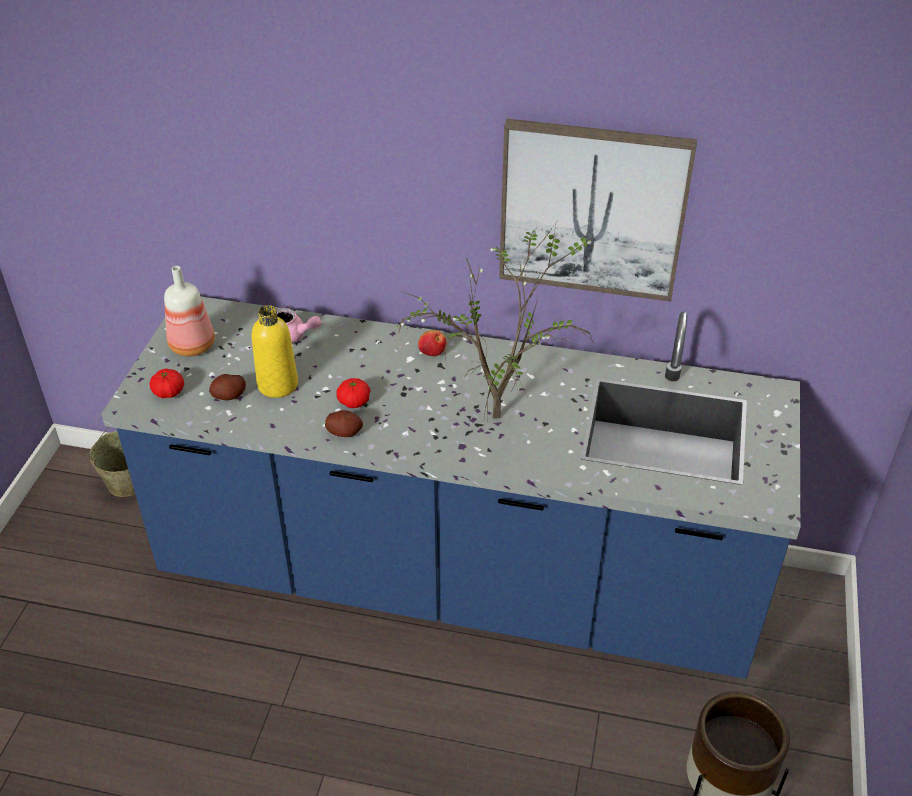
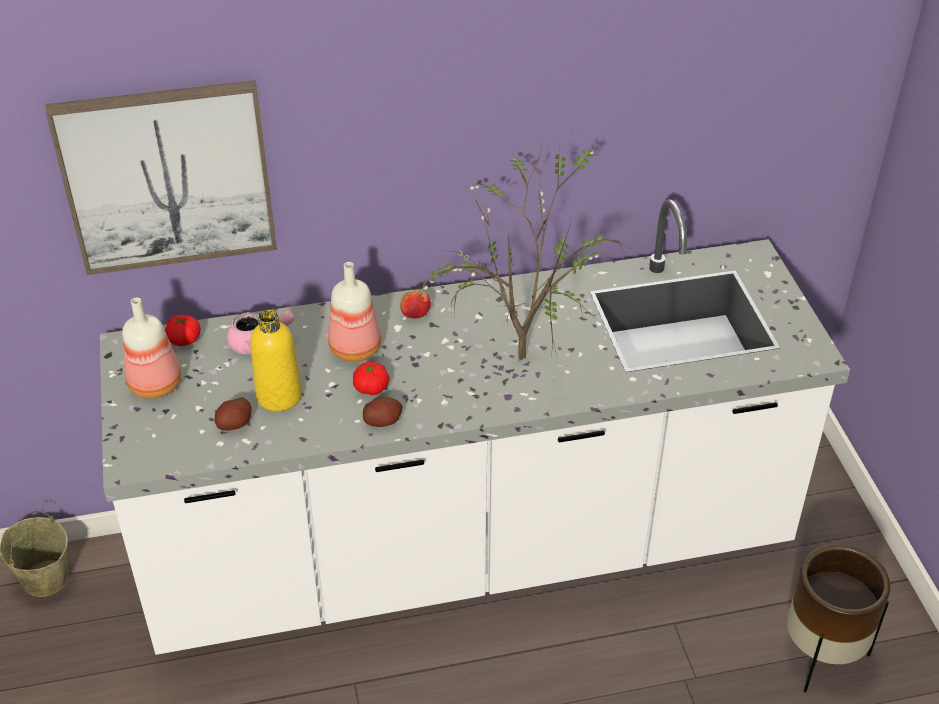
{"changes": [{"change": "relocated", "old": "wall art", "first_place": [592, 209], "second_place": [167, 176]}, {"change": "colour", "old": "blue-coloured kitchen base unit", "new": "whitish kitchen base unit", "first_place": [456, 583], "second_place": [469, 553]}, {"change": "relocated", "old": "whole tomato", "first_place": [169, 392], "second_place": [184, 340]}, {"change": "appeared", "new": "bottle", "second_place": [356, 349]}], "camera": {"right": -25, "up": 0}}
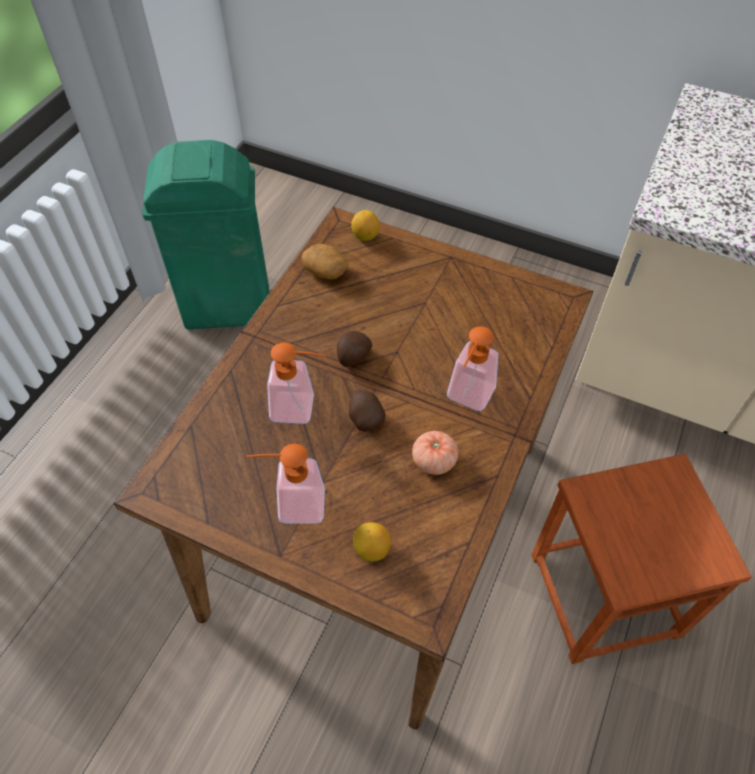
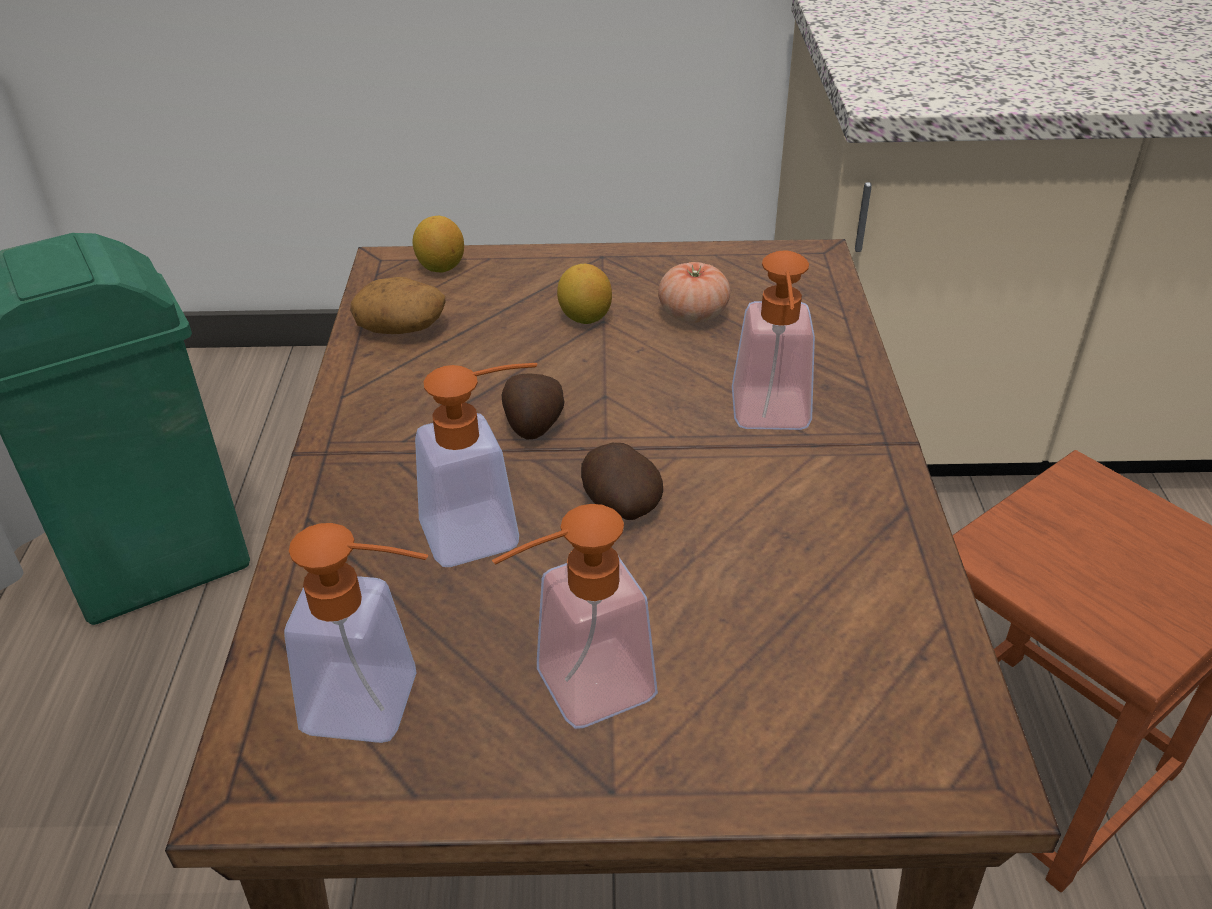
{"changes": [{"change": "appeared", "new": "soap bottle", "second_place": [382, 705]}, {"change": "relocated", "old": "citrus fruit", "first_place": [372, 549], "second_place": [585, 318]}, {"change": "relocated", "old": "whole tomato", "first_place": [434, 460], "second_place": [693, 314]}], "camera": {"right": -25, "up": -15}}
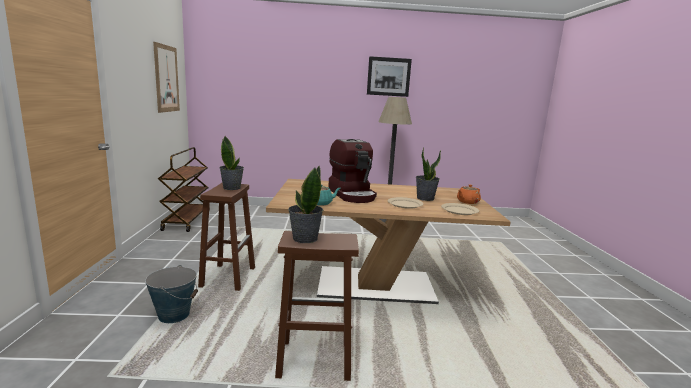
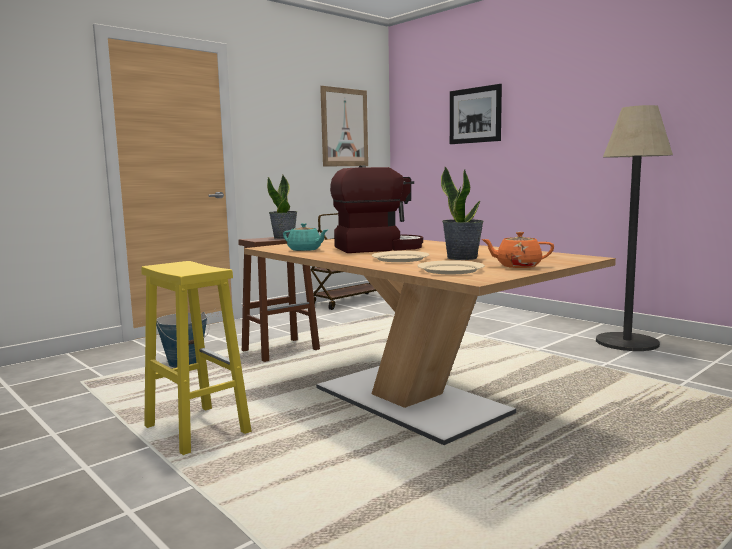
{"changes": [{"change": "colour", "old": "brown-coloured sitting stool", "new": "yellowish sitting stool", "first_place": [313, 360], "second_place": [195, 429]}, {"change": "spun", "old": "coffee machine", "first_place": [352, 194], "second_place": [377, 248], "degrees": -135}, {"change": "relocated", "old": "wall art", "first_place": [388, 76], "second_place": [475, 115]}, {"change": "missing", "old": "potted plant", "first_place": [304, 238]}], "camera": {"right": 50, "up": -5}}
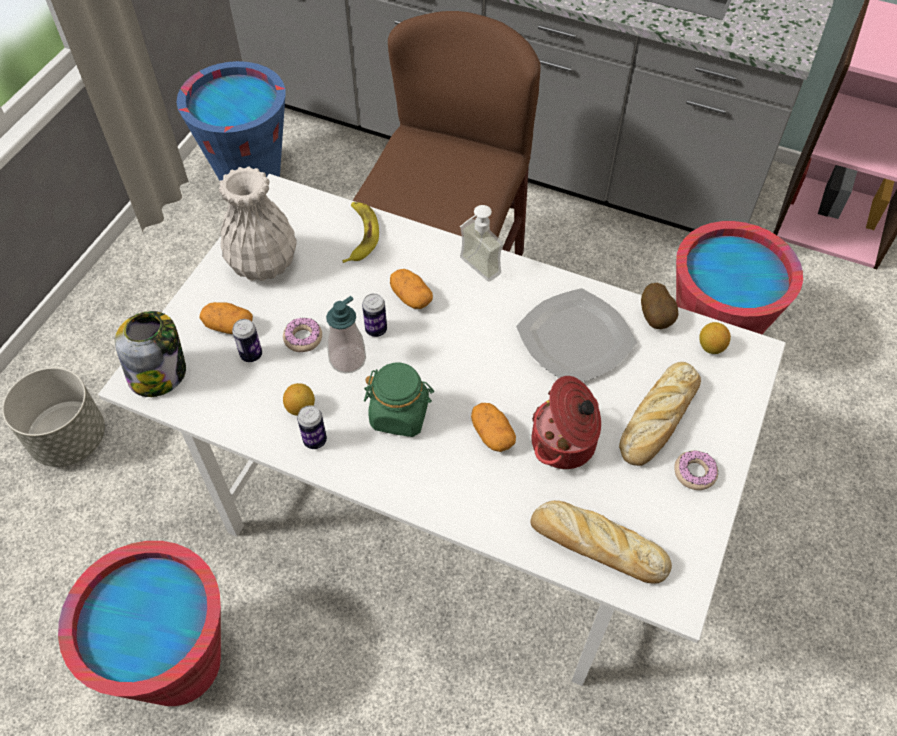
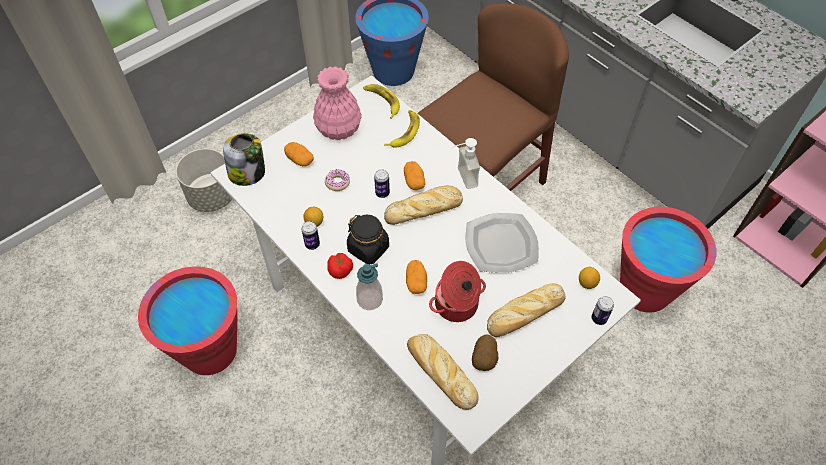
{"changes": [{"change": "colour", "old": "whitish decorative vase", "new": "pink-coloured decorative vase", "first_place": [263, 262], "second_place": [339, 128]}, {"change": "appeared", "new": "whole tomato", "second_place": [341, 271]}, {"change": "colour", "old": "greenish storage jar", "new": "black storage jar", "first_place": [400, 414], "second_place": [368, 248]}, {"change": "relocated", "old": "soap bottle", "first_place": [347, 359], "second_place": [370, 299]}, {"change": "appeared", "new": "banana", "second_place": [382, 101]}, {"change": "appeared", "new": "bread", "second_place": [425, 209]}, {"change": "relocated", "old": "potato", "first_place": [656, 318], "second_place": [484, 360]}, {"change": "relocated", "old": "metal can", "first_place": [251, 355], "second_place": [599, 318]}, {"change": "missing", "old": "donut", "first_place": [694, 473]}], "camera": {"right": 25, "up": 0}}
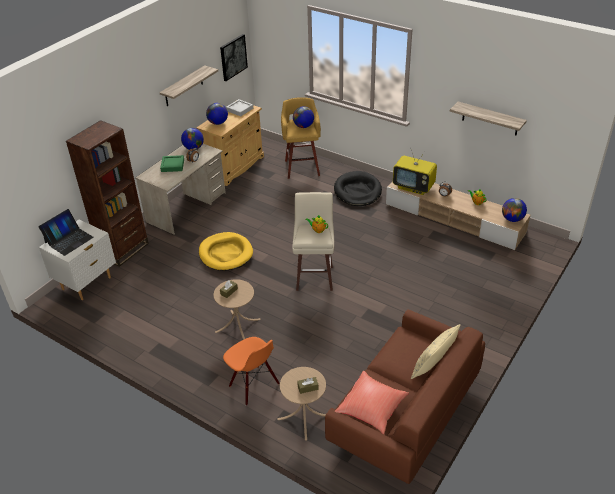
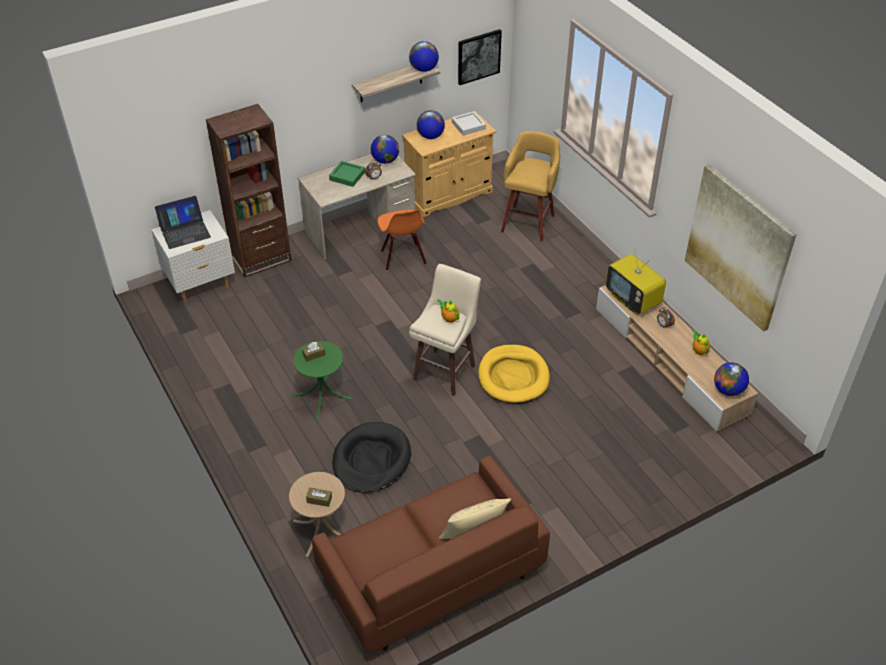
{"changes": [{"change": "colour", "old": "beige-coloured accent table", "new": "greenish accent table", "first_place": [238, 325], "second_place": [322, 396]}, {"change": "relocated", "old": "black pet bed", "first_place": [357, 191], "second_place": [371, 460]}, {"change": "relocated", "old": "orangey plain chair", "first_place": [253, 385], "second_place": [402, 257]}, {"change": "relocated", "old": "globe", "first_place": [303, 126], "second_place": [424, 69]}, {"change": "relocated", "old": "yellowish pet bed", "first_place": [226, 253], "second_place": [513, 376]}, {"change": "exchanged", "old": "wall shelf", "new": "wall art", "first_place": [490, 119], "second_place": [738, 247]}, {"change": "missing", "old": "red pillow", "first_place": [372, 409]}], "camera": {"right": 25, "up": 5}}
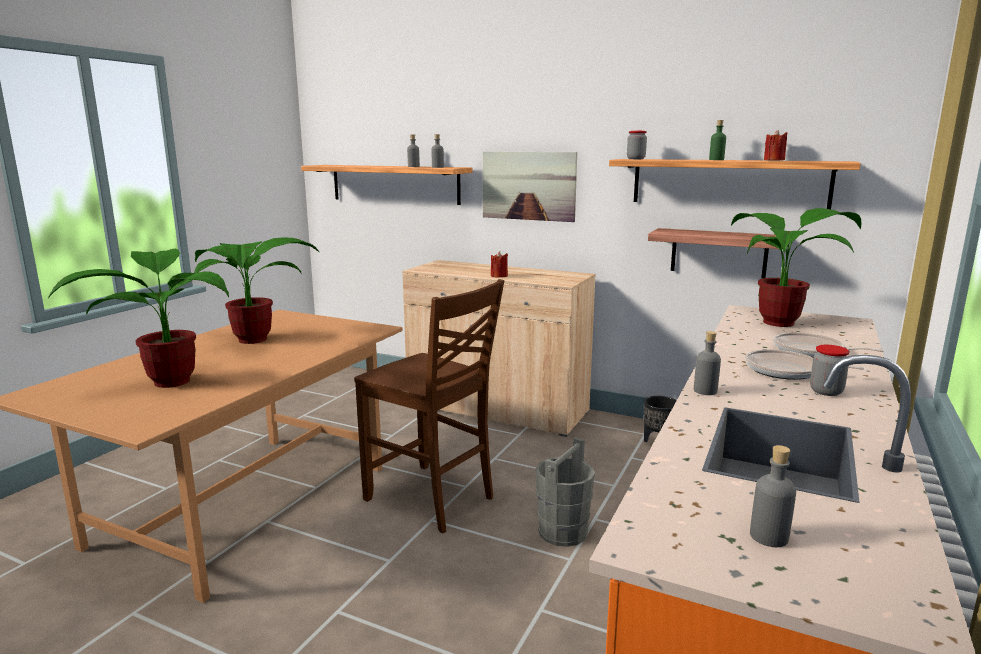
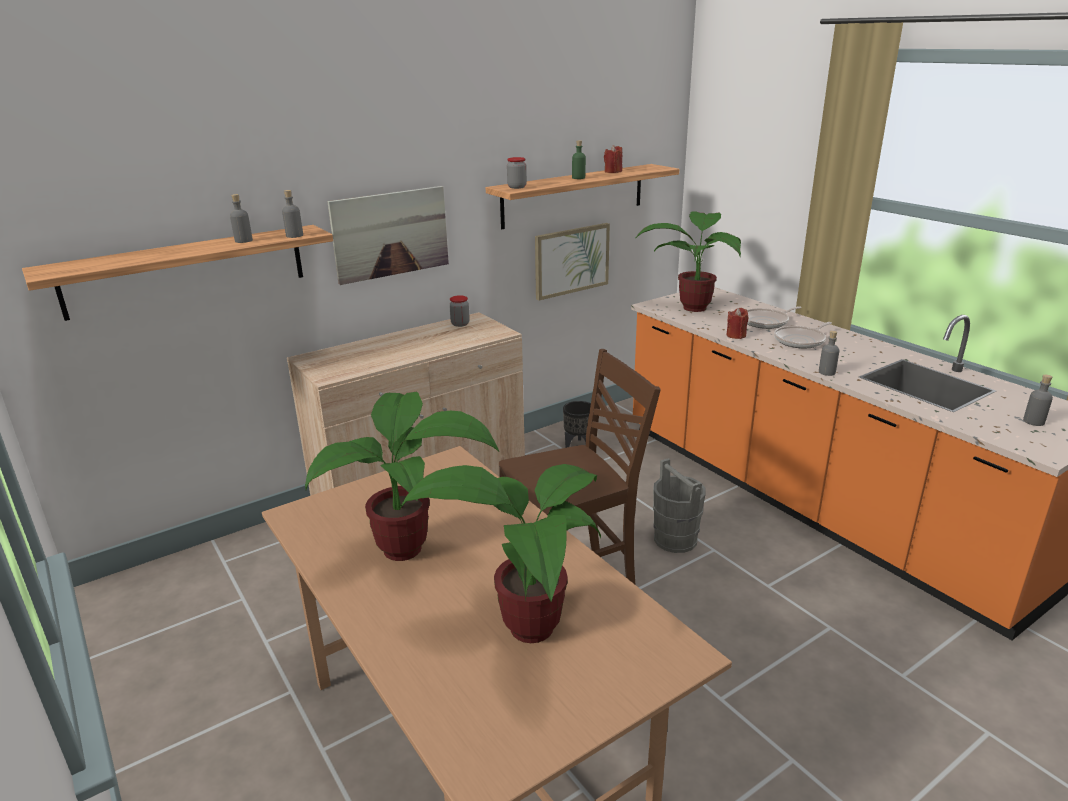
{"changes": [{"change": "relocated", "old": "storage jar", "first_place": [826, 391], "second_place": [460, 324]}, {"change": "exchanged", "old": "wall shelf", "new": "wall art", "first_place": [718, 253], "second_place": [571, 260]}, {"change": "relocated", "old": "red wax candle", "first_place": [499, 276], "second_place": [736, 335]}], "camera": {"right": -60, "up": 10}}
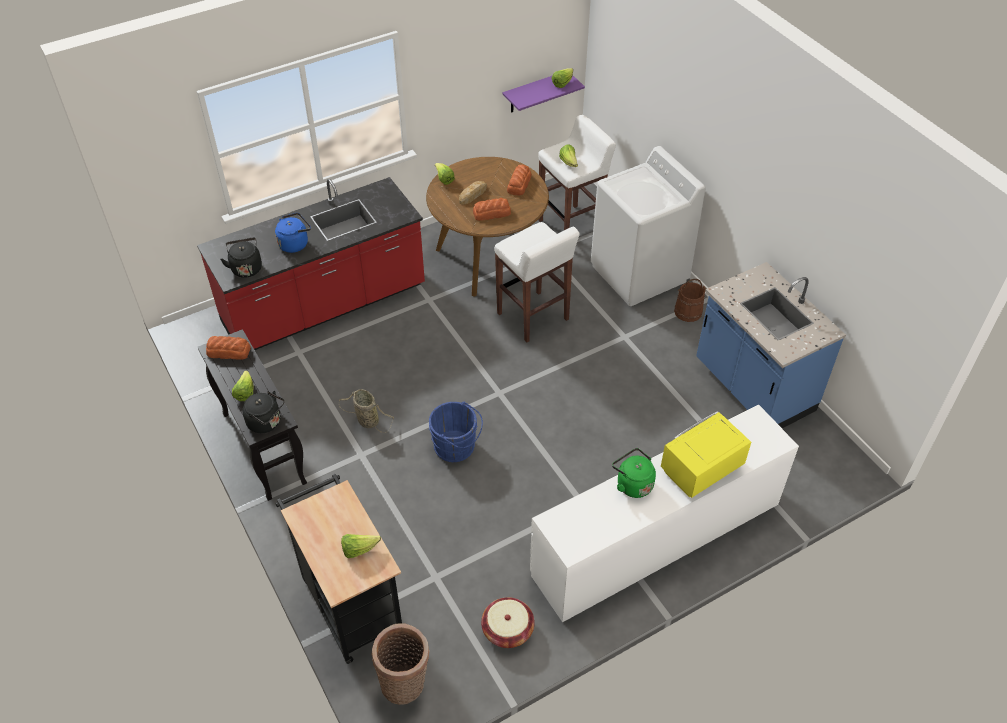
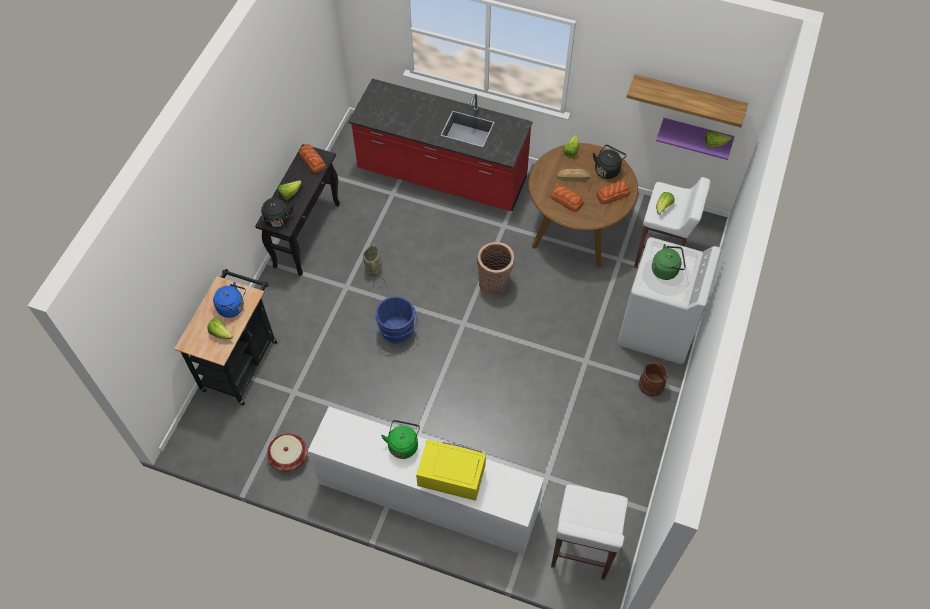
{"changes": [{"change": "relocated", "old": "blue-coloured tea kettle", "first_place": [295, 243], "second_place": [233, 308]}, {"change": "relocated", "old": "storage basket", "first_place": [405, 683], "second_place": [494, 285]}, {"change": "relocated", "old": "whitish sitting stool", "first_place": [533, 317], "second_place": [581, 550]}, {"change": "relocated", "old": "black tea kettle", "first_place": [246, 268], "second_place": [607, 169]}, {"change": "appeared", "new": "wall shelf", "second_place": [688, 97]}, {"change": "appeared", "new": "greenish tea kettle", "second_place": [666, 270]}, {"change": "missing", "old": "blue-coloured kitchen base unit", "first_place": [752, 388]}], "camera": {"right": 50, "up": 10}}
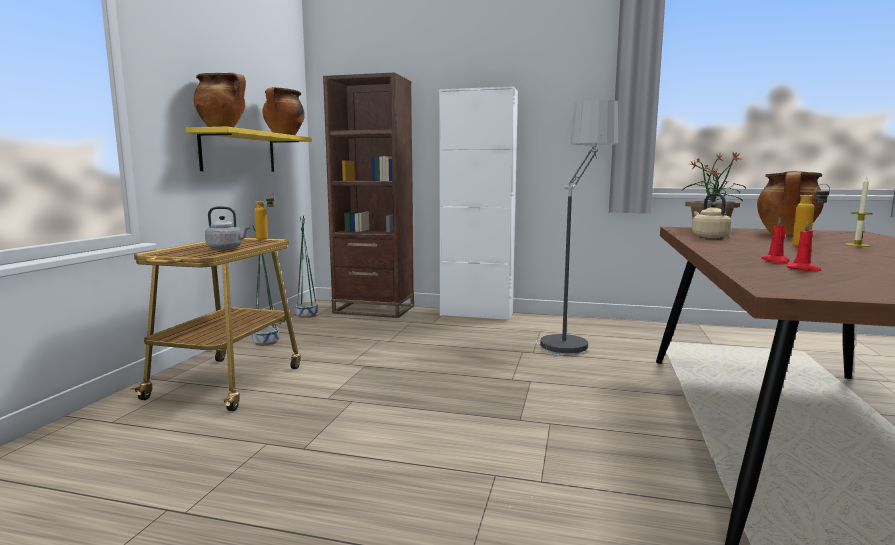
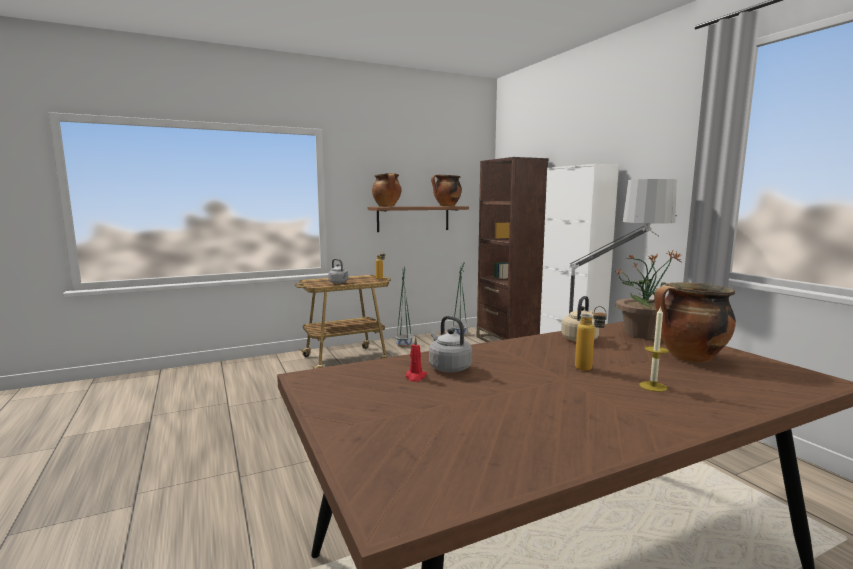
{"changes": [{"change": "colour", "old": "yellowish wall shelf", "new": "brown-coloured wall shelf", "first_place": [239, 152], "second_place": [413, 218]}, {"change": "exchanged", "old": "red wax candle", "new": "gray tea kettle", "first_place": [775, 261], "second_place": [448, 367]}], "camera": {"right": 50, "up": 0}}
